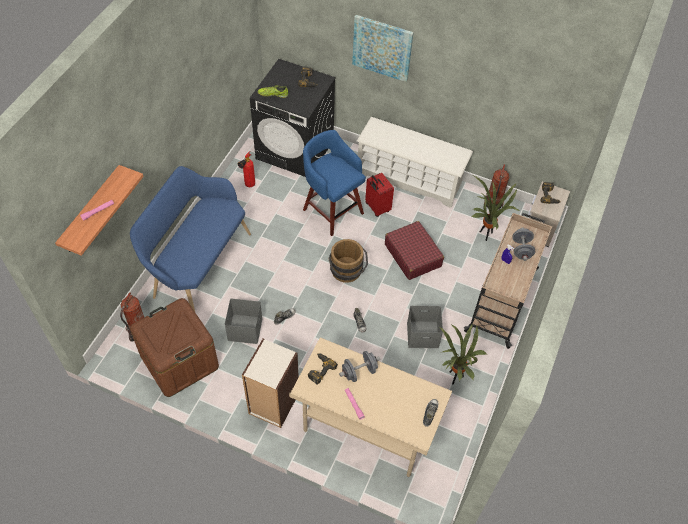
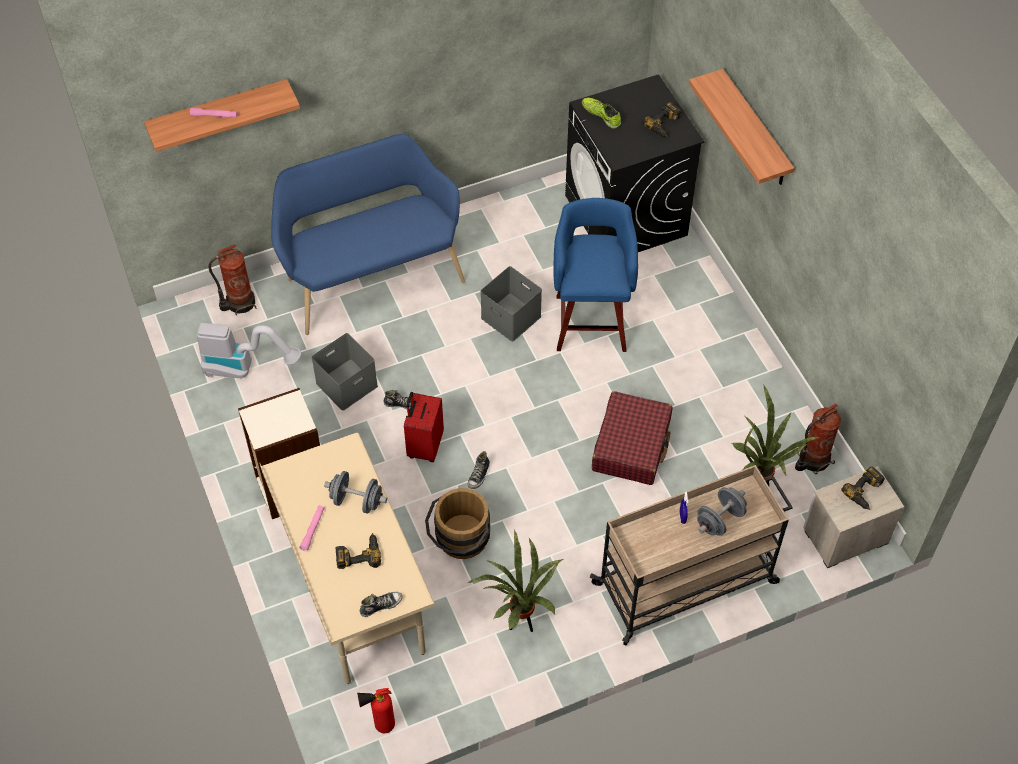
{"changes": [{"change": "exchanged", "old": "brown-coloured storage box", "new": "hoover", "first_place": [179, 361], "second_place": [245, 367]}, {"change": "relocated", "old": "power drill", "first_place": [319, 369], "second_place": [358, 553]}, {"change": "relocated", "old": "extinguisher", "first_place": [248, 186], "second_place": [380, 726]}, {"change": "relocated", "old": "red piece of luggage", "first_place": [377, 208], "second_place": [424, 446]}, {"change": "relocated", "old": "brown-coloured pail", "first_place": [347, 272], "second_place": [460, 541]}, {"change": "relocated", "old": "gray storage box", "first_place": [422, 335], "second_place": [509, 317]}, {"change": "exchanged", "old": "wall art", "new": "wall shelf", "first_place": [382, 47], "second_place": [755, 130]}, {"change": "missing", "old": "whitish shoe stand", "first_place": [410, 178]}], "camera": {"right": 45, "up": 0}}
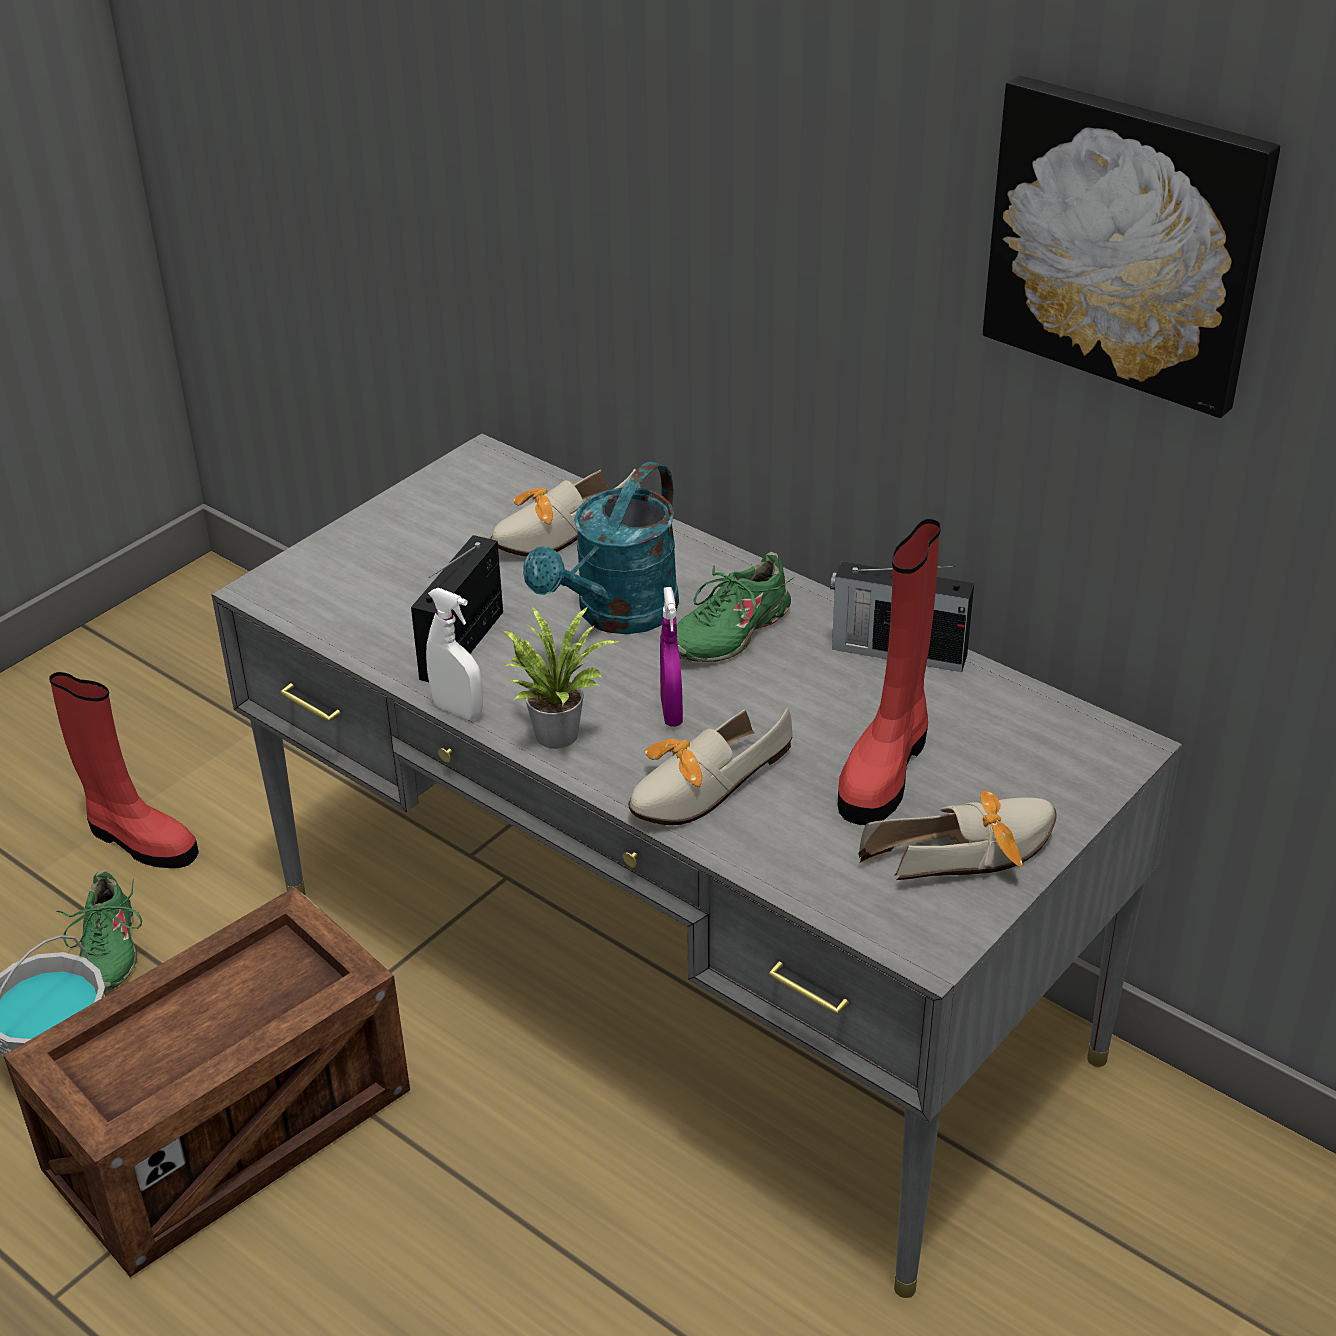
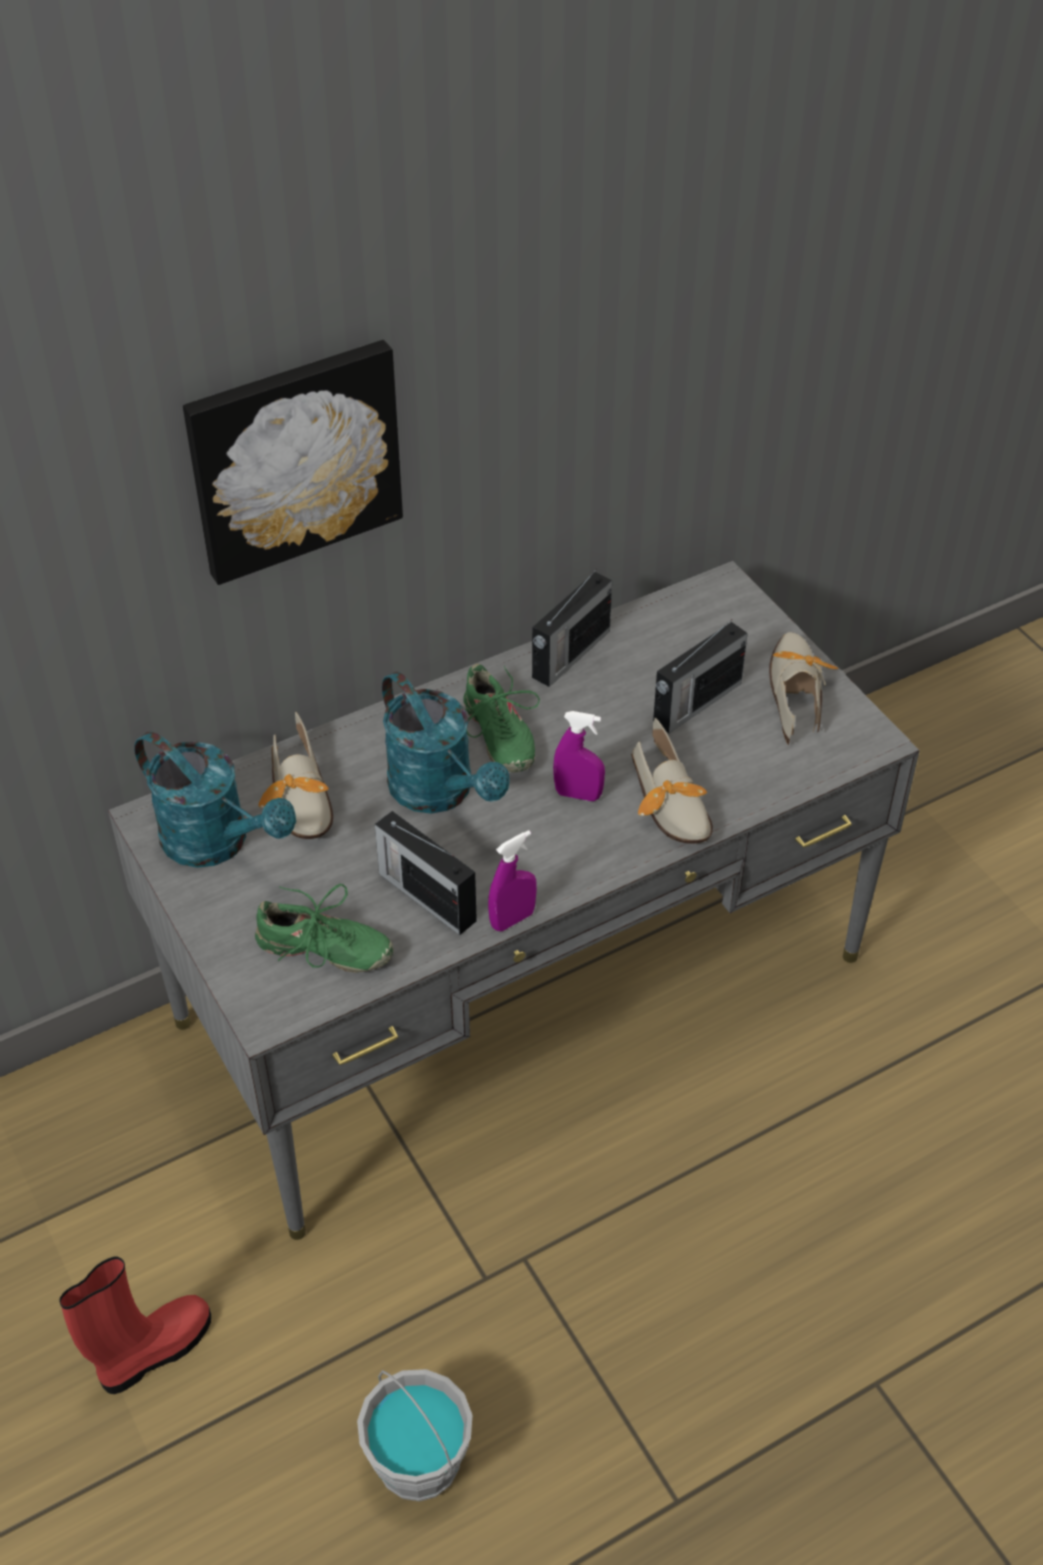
{"changes": [{"change": "appeared", "new": "blue-green watering can", "second_place": [217, 842]}, {"change": "relocated", "old": "wall art", "first_place": [1128, 241], "second_place": [294, 458]}, {"change": "relocated", "old": "greenish shoe", "first_place": [107, 951], "second_place": [324, 950]}, {"change": "colour", "old": "whitish sprayer", "new": "purple-coloured sprayer", "first_place": [458, 710], "second_place": [512, 919]}, {"change": "exchanged", "old": "red high-top boot", "new": "radio", "first_place": [885, 769], "second_place": [695, 703]}, {"change": "missing", "old": "crate", "first_place": [229, 1132]}, {"change": "missing", "old": "potted plant", "first_place": [556, 731]}], "camera": {"right": -70, "up": 10}}
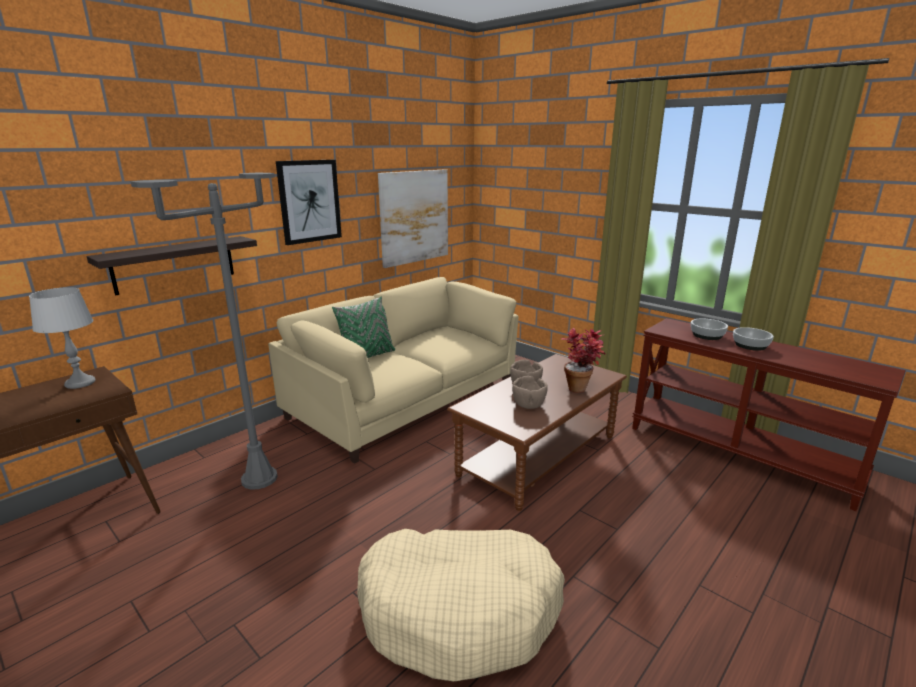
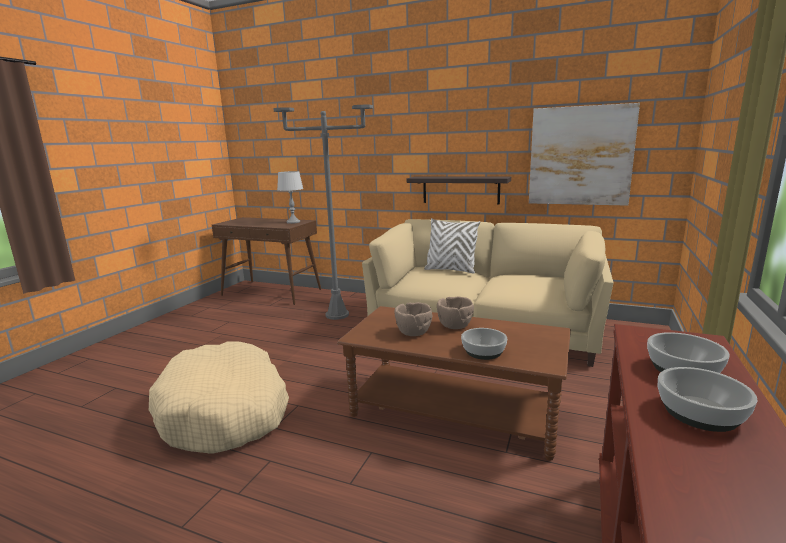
{"changes": [{"change": "relocated", "old": "wall shelf", "first_place": [174, 264], "second_place": [460, 190]}, {"change": "colour", "old": "greenish pillow", "new": "whitish pillow", "first_place": [367, 357], "second_place": [451, 270]}, {"change": "exchanged", "old": "potted plant", "new": "serving bowl", "first_place": [581, 388], "second_place": [484, 351]}, {"change": "missing", "old": "wall art", "first_place": [309, 201]}], "camera": {"right": 70, "up": -5}}
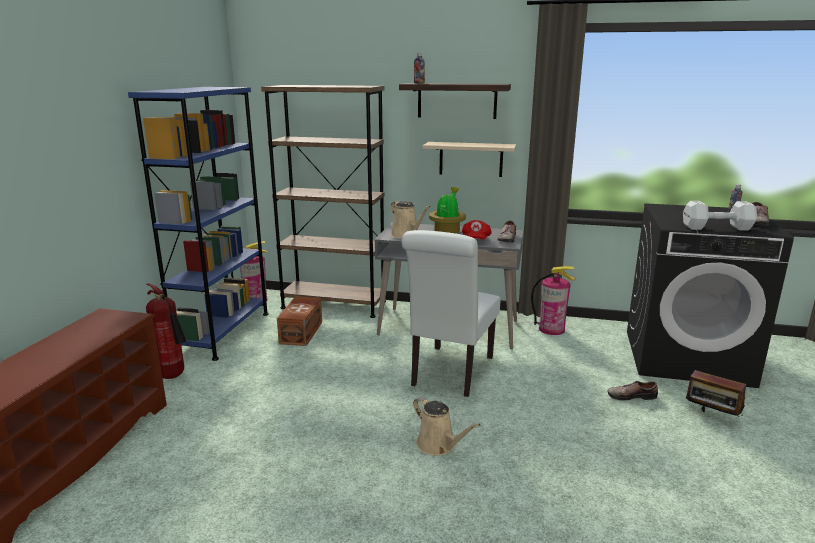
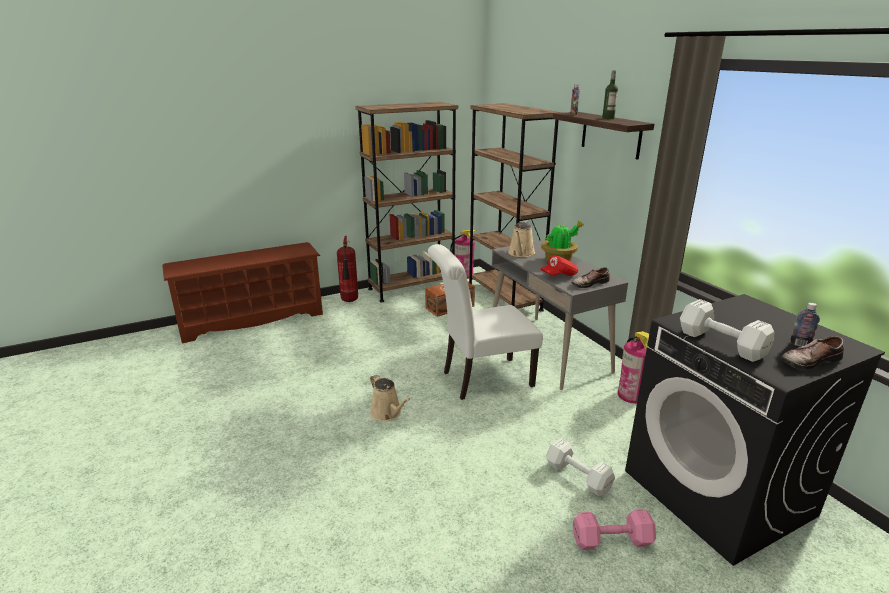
{"changes": [{"change": "colour", "old": "blue-coloured bookcase", "new": "brown-coloured bookcase", "first_place": [223, 333], "second_place": [412, 288]}, {"change": "spun", "old": "beige-coloured watering can", "first_place": [439, 445], "second_place": [387, 413], "degrees": -45}, {"change": "exchanged", "old": "shoe", "new": "whitish dumbbell", "first_place": [630, 395], "second_place": [579, 477]}, {"change": "exchanged", "old": "radio", "new": "pink-coloured dumbbell", "first_place": [711, 416], "second_place": [613, 541]}, {"change": "appeared", "new": "bottle", "second_place": [608, 118]}, {"change": "missing", "old": "beige-coloured wall shelf", "first_place": [471, 159]}], "camera": {"right": 50, "up": 5}}
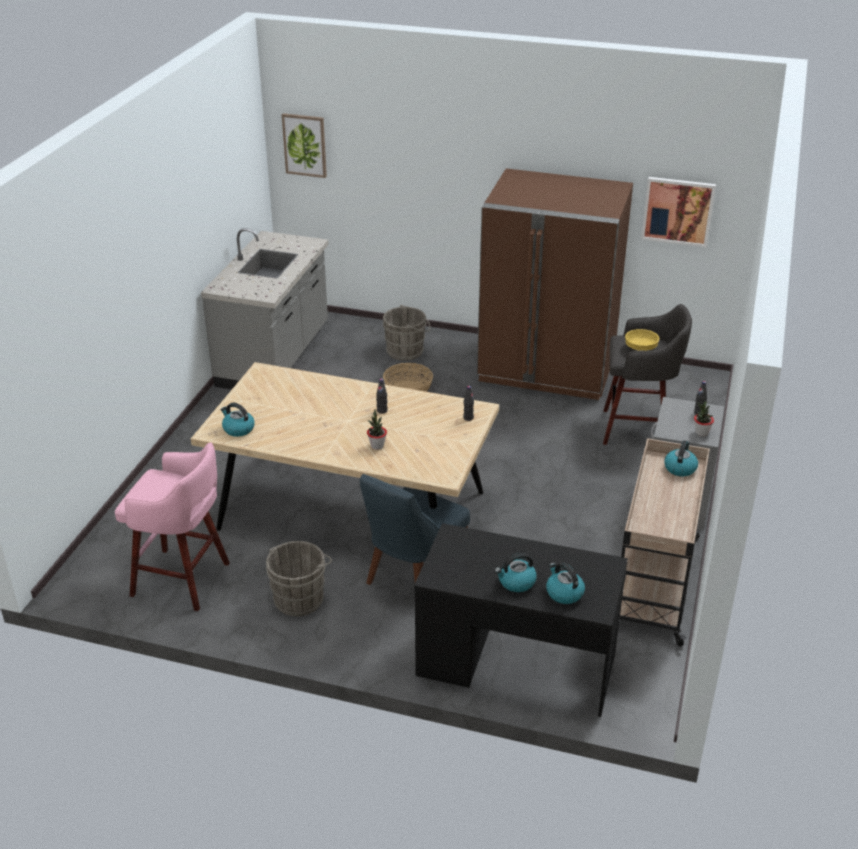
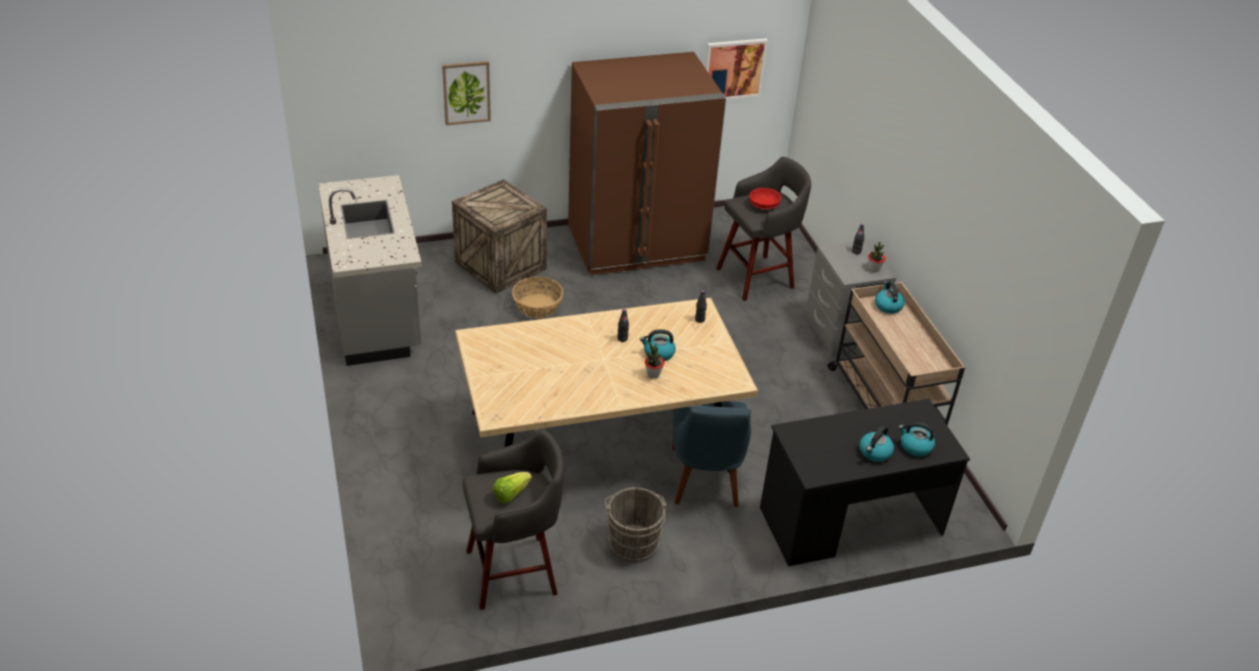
{"changes": [{"change": "relocated", "old": "wall art", "first_place": [305, 145], "second_place": [466, 92]}, {"change": "exchanged", "old": "gray pail", "new": "crate", "first_place": [407, 351], "second_place": [499, 265]}, {"change": "colour", "old": "pink-coloured sitting stool", "new": "gray sitting stool", "first_place": [183, 580], "second_place": [515, 572]}, {"change": "appeared", "new": "head of lettuce", "second_place": [511, 494]}, {"change": "relocated", "old": "tea kettle", "first_place": [238, 429], "second_place": [658, 353]}, {"change": "colour", "old": "yellowish serving bowl", "new": "red serving bowl", "first_place": [641, 348], "second_place": [764, 206]}], "camera": {"right": -35, "up": 5}}
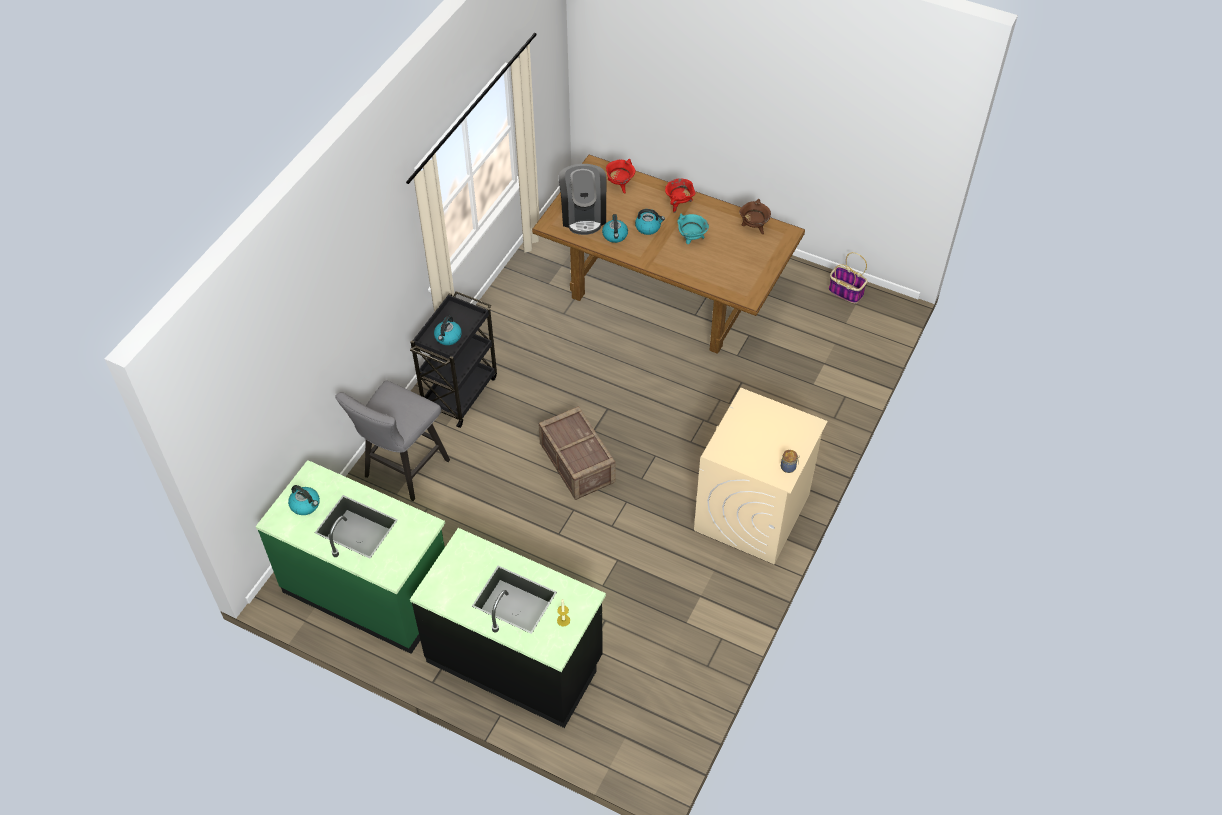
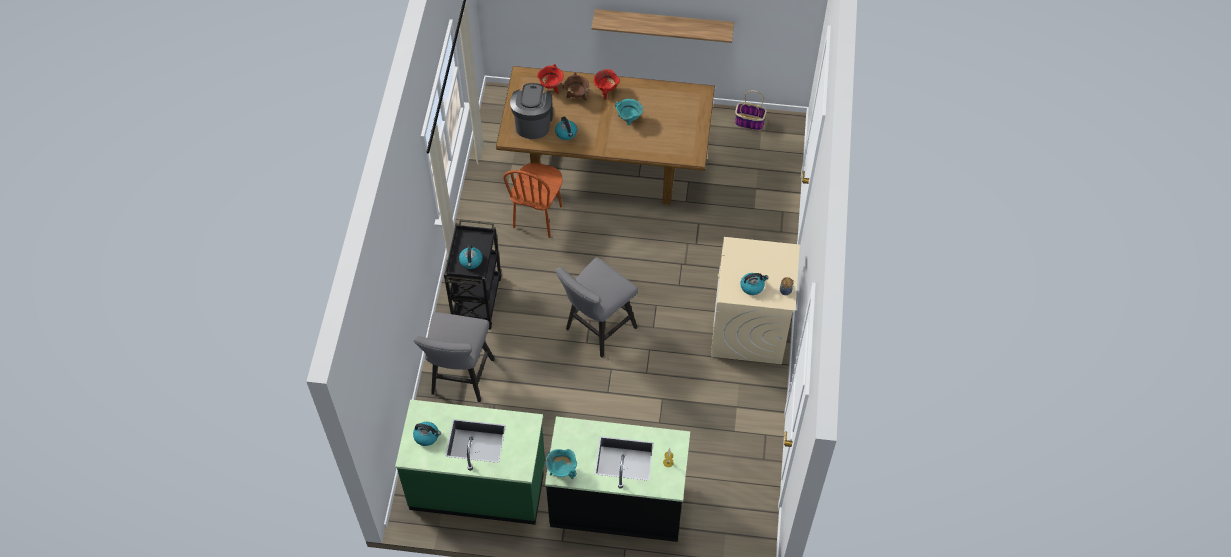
{"changes": [{"change": "appeared", "new": "brown-coloured plain chair", "second_place": [538, 217]}, {"change": "spun", "old": "coffee machine", "first_place": [583, 215], "second_place": [533, 122], "degrees": -150}, {"change": "appeared", "new": "blue-green cooking pot", "second_place": [562, 471]}, {"change": "exchanged", "old": "crate", "new": "gray sitting stool", "first_place": [576, 463], "second_place": [597, 330]}, {"change": "relocated", "old": "brown-coloured cooking pot", "first_place": [754, 227], "second_place": [576, 96]}, {"change": "appeared", "new": "wall shelf", "second_place": [663, 24]}, {"change": "relocated", "old": "tea kettle", "first_place": [648, 227], "second_place": [752, 286]}], "camera": {"right": -20, "up": 5}}
